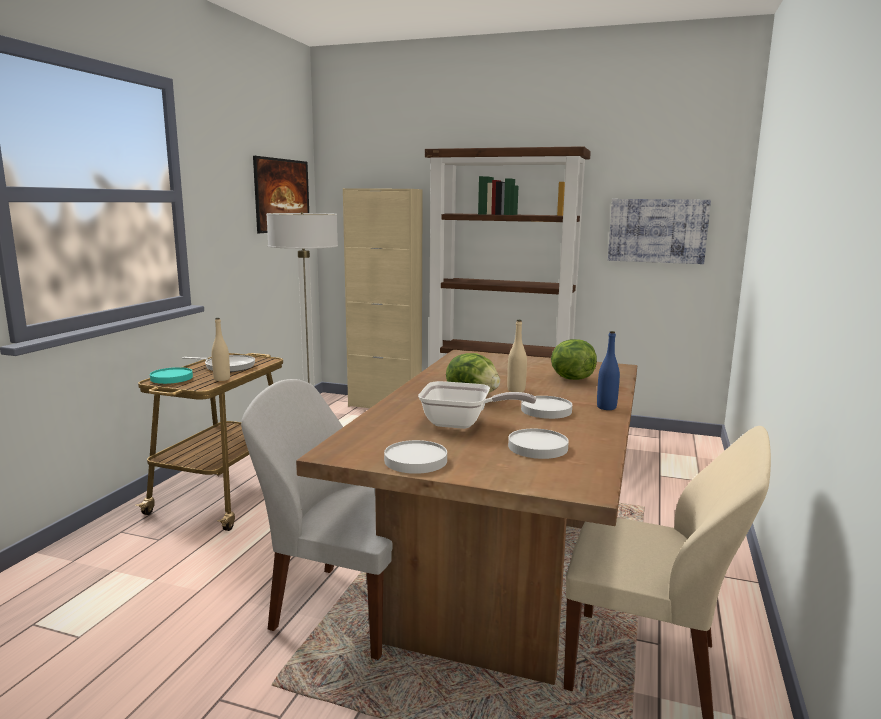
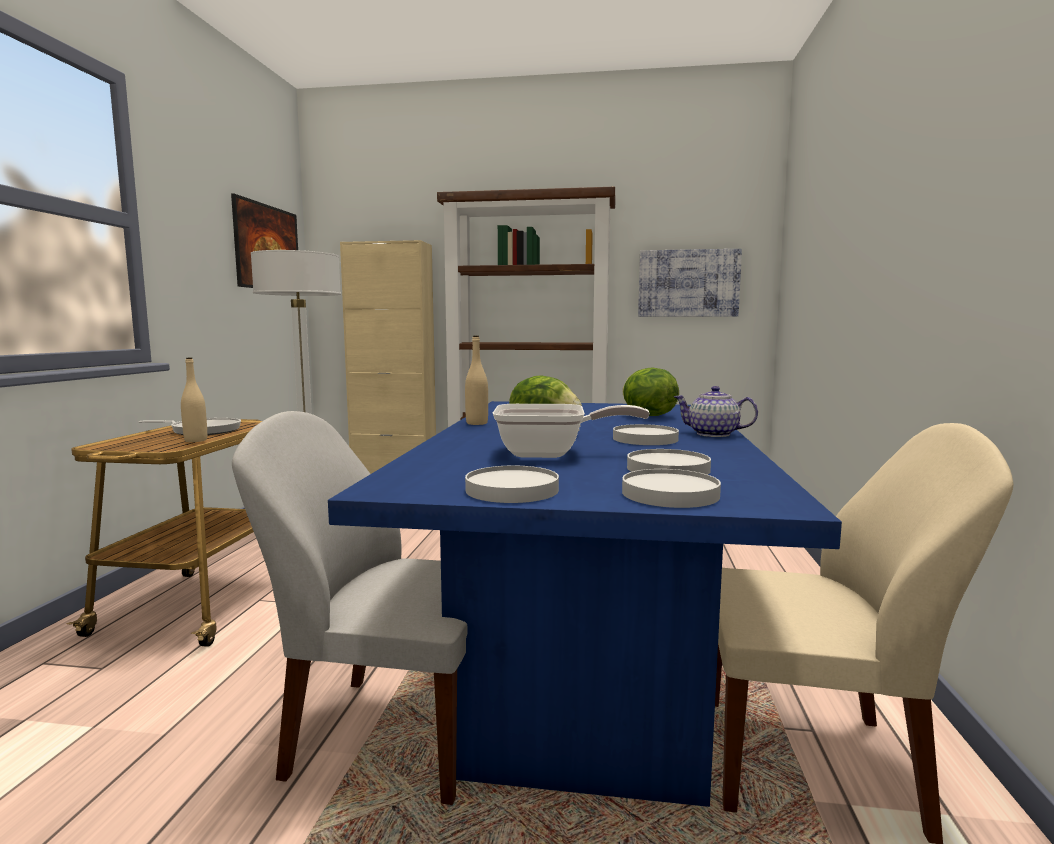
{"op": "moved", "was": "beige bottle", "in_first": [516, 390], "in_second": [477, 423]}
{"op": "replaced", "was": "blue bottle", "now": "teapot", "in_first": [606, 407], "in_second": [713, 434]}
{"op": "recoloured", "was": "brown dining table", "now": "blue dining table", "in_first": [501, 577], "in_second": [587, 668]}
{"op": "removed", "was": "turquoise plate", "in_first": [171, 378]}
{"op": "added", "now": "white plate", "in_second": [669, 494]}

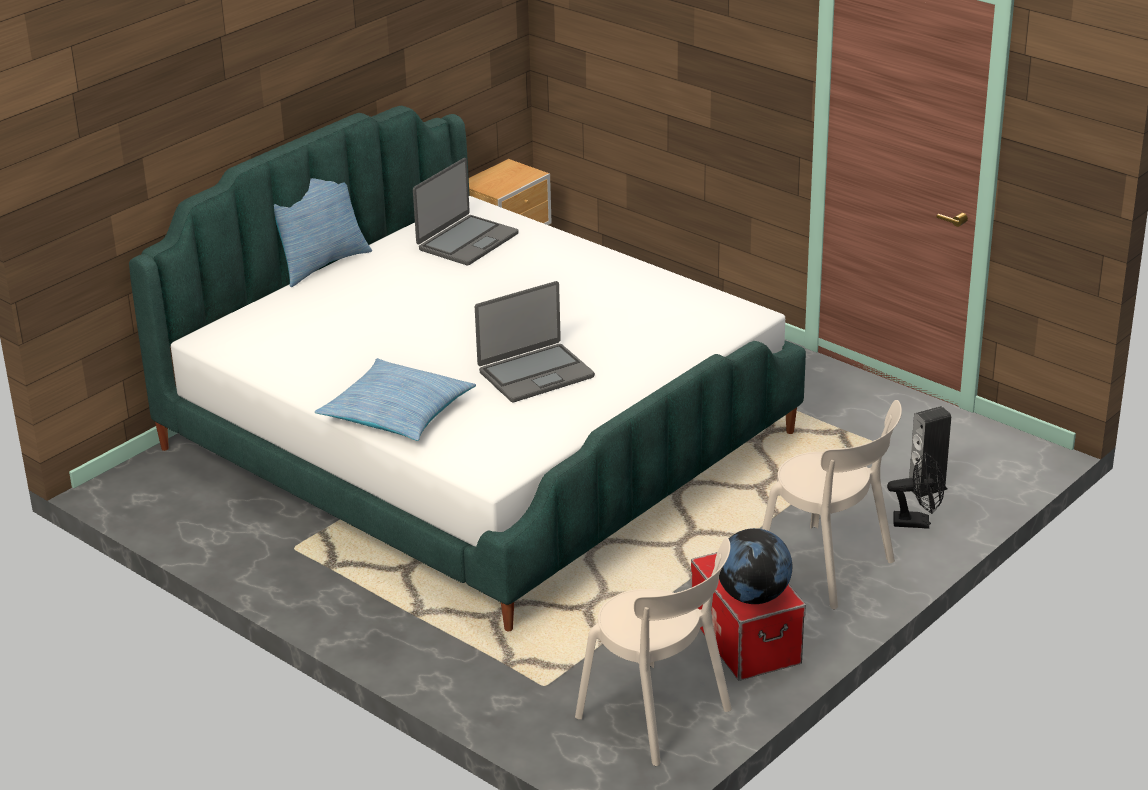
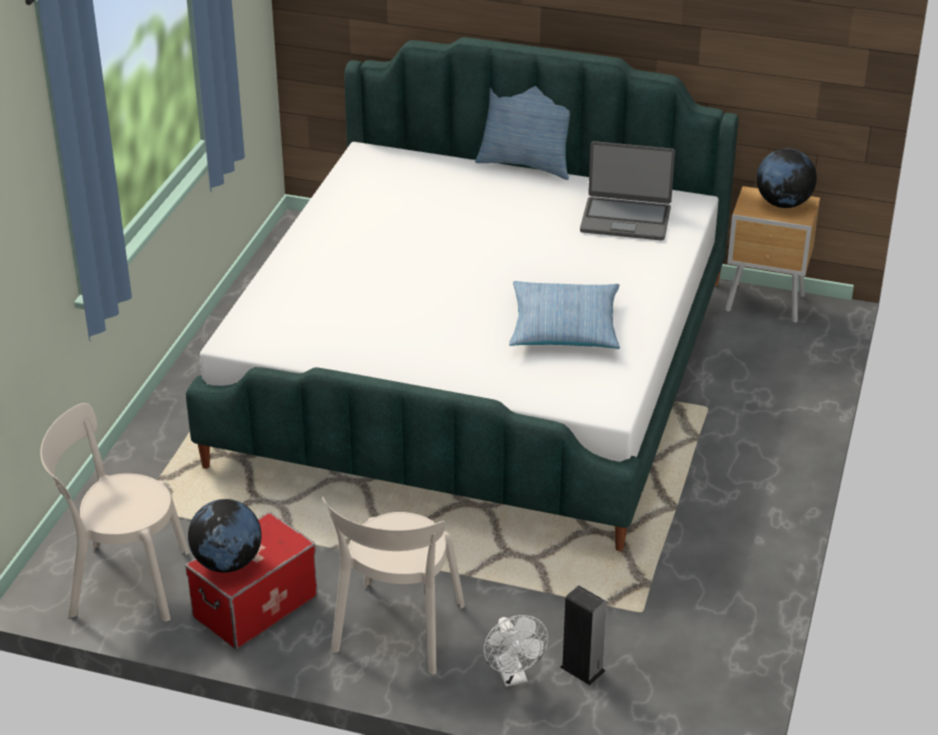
{"op": "removed", "was": "laptop", "in_first": [535, 374]}
{"op": "moved", "was": "pillow", "in_first": [397, 413], "in_second": [565, 327]}
{"op": "recoloured", "was": "black fan", "now": "white fan", "in_first": [917, 522], "in_second": [513, 676]}
{"op": "turned", "was": "beige chair", "in_first": [658, 717], "in_second": [123, 582], "clockwise": 75}
{"op": "added", "now": "globe", "in_second": [783, 203]}

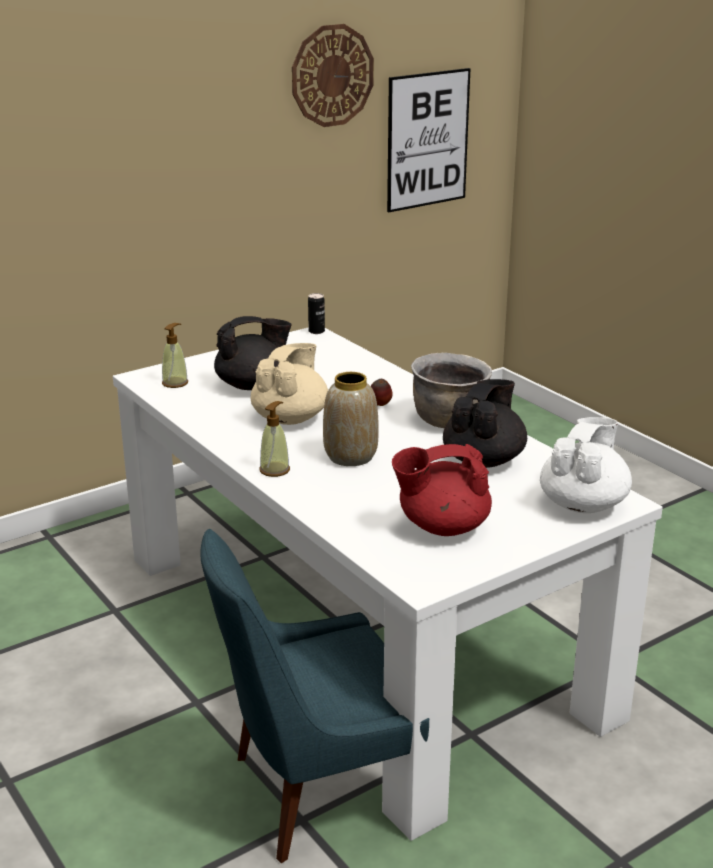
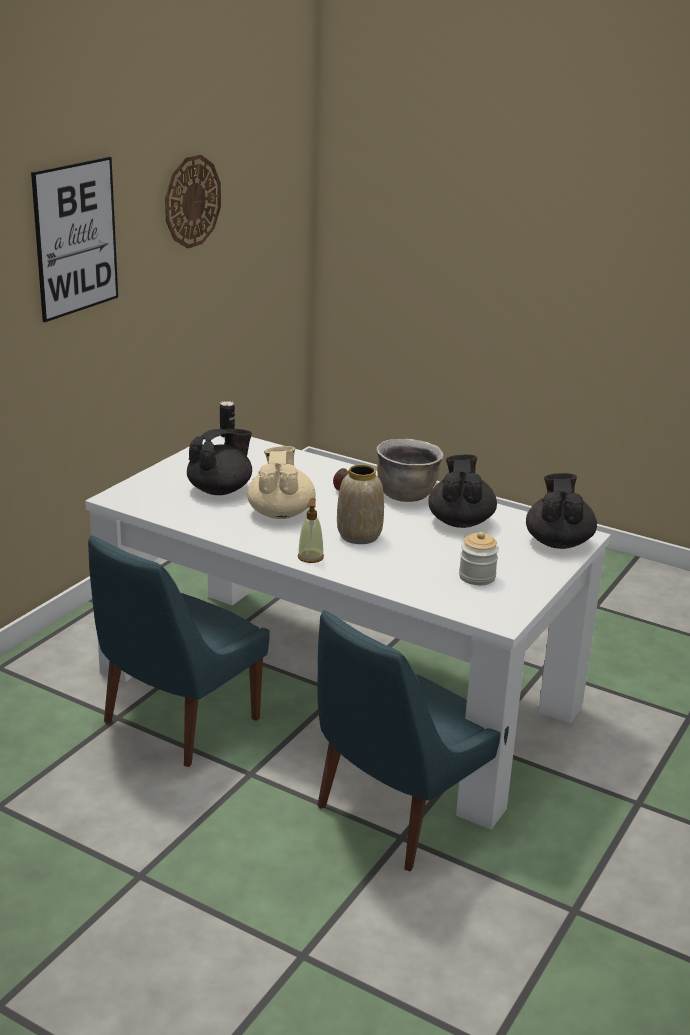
{"op": "moved", "was": "picture", "in_first": [427, 140], "in_second": [76, 238]}
{"op": "removed", "was": "soap dispenser", "in_first": [175, 383]}
{"op": "recoloured", "was": "white teapot", "now": "black teapot", "in_first": [583, 504], "in_second": [558, 542]}
{"op": "replaced", "was": "red teapot", "now": "jar", "in_first": [442, 527], "in_second": [477, 577]}
{"op": "added", "now": "blue chair", "in_second": [177, 723]}

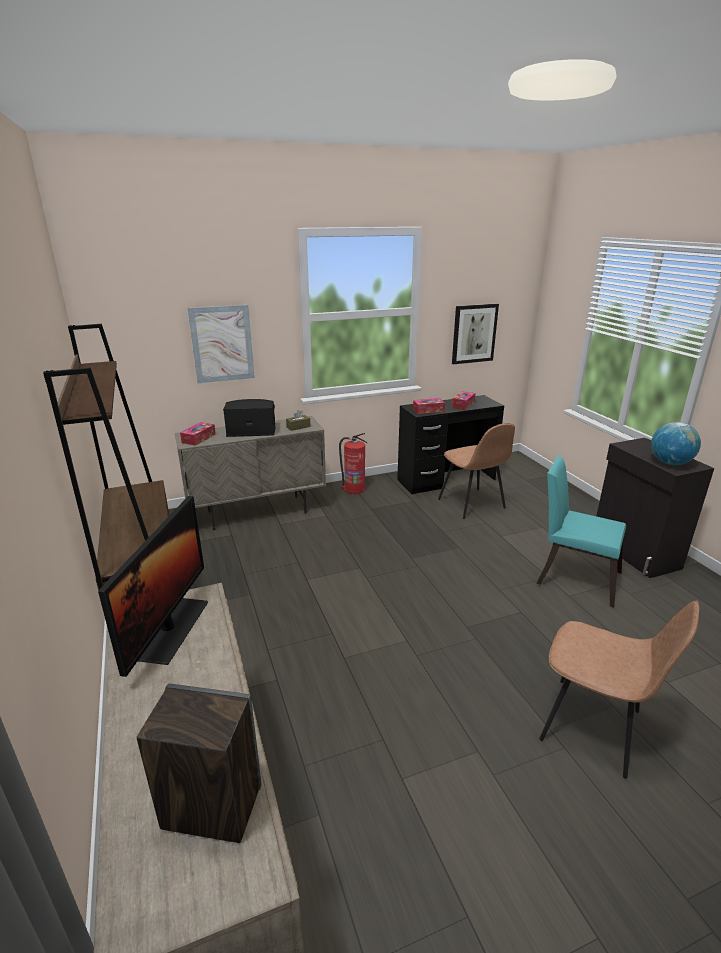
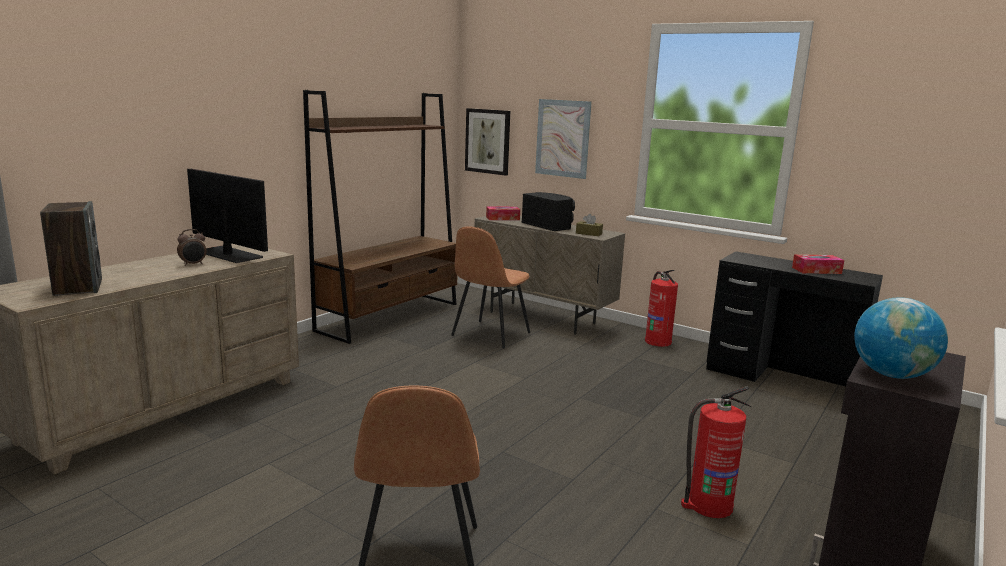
{"op": "moved", "was": "picture", "in_first": [474, 333], "in_second": [488, 141]}
{"op": "removed", "was": "tissue box", "in_first": [428, 410]}
{"op": "moved", "was": "brown chair", "in_first": [472, 504], "in_second": [489, 335]}
{"op": "replaced", "was": "turquoise chair", "now": "fire extinguisher", "in_first": [573, 576], "in_second": [708, 505]}
{"op": "turned", "was": "monitor", "in_first": [170, 629], "in_second": [229, 254], "clockwise": -120}
{"op": "added", "now": "alarm clock", "in_second": [193, 264]}

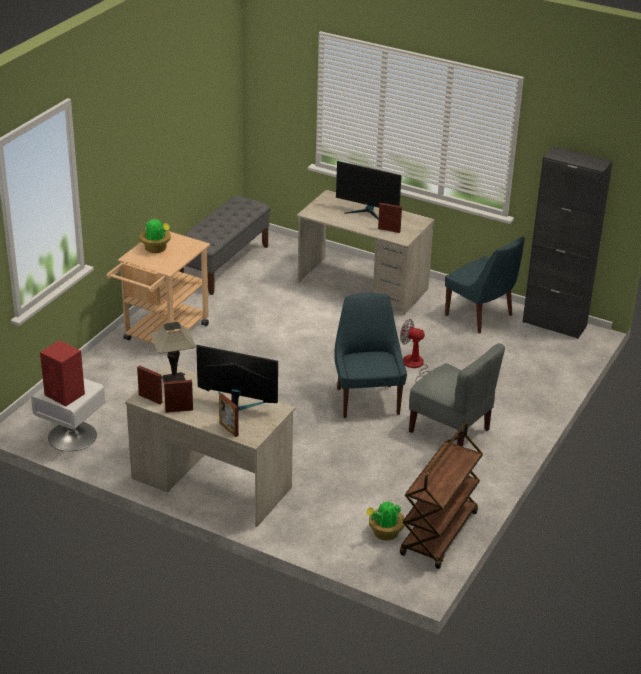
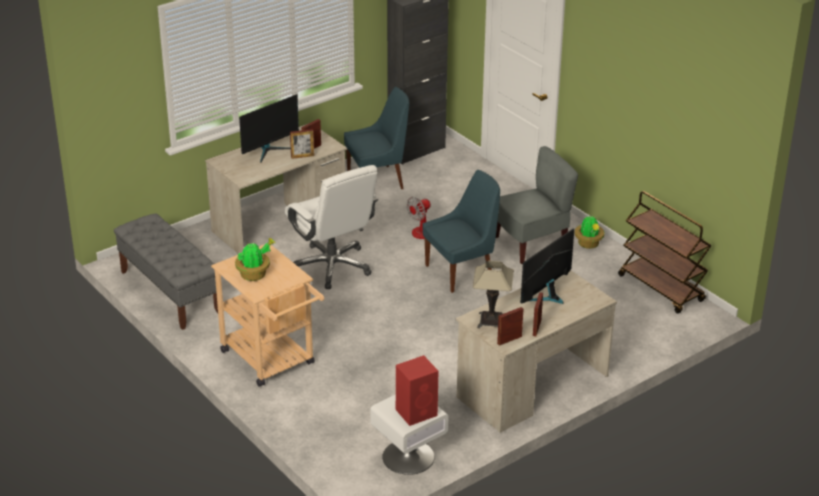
{"op": "turned", "was": "blue chair", "in_first": [367, 399], "in_second": [461, 272], "clockwise": 135}
{"op": "moved", "was": "picture frame", "in_first": [229, 429], "in_second": [302, 156]}
{"op": "moved", "was": "potted plant", "in_first": [384, 533], "in_second": [588, 244]}
{"op": "added", "now": "white office chair", "in_second": [332, 266]}

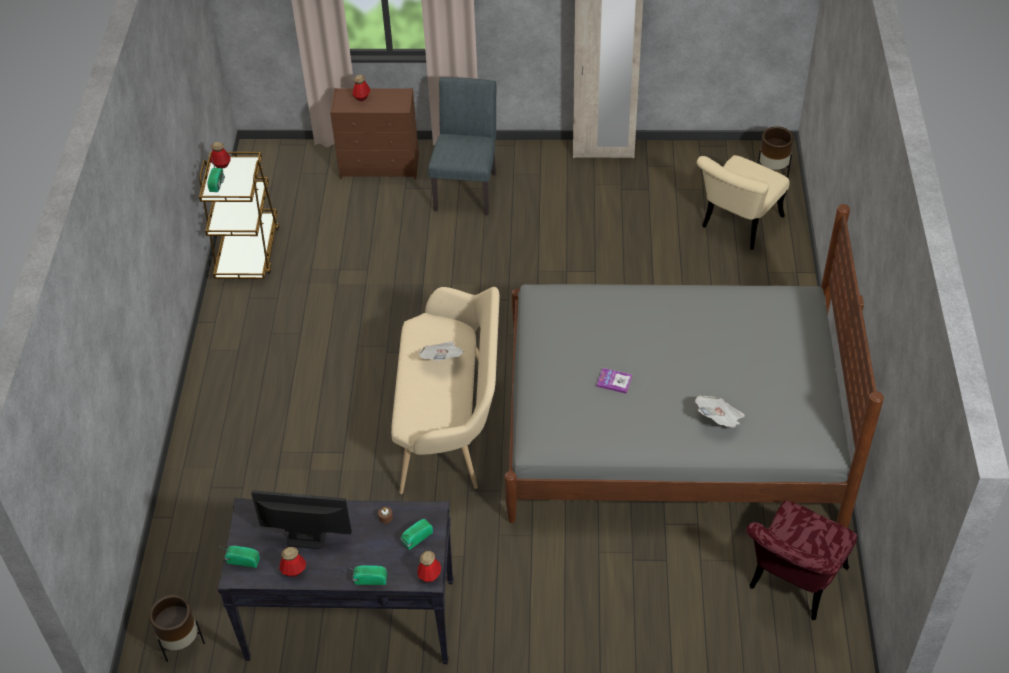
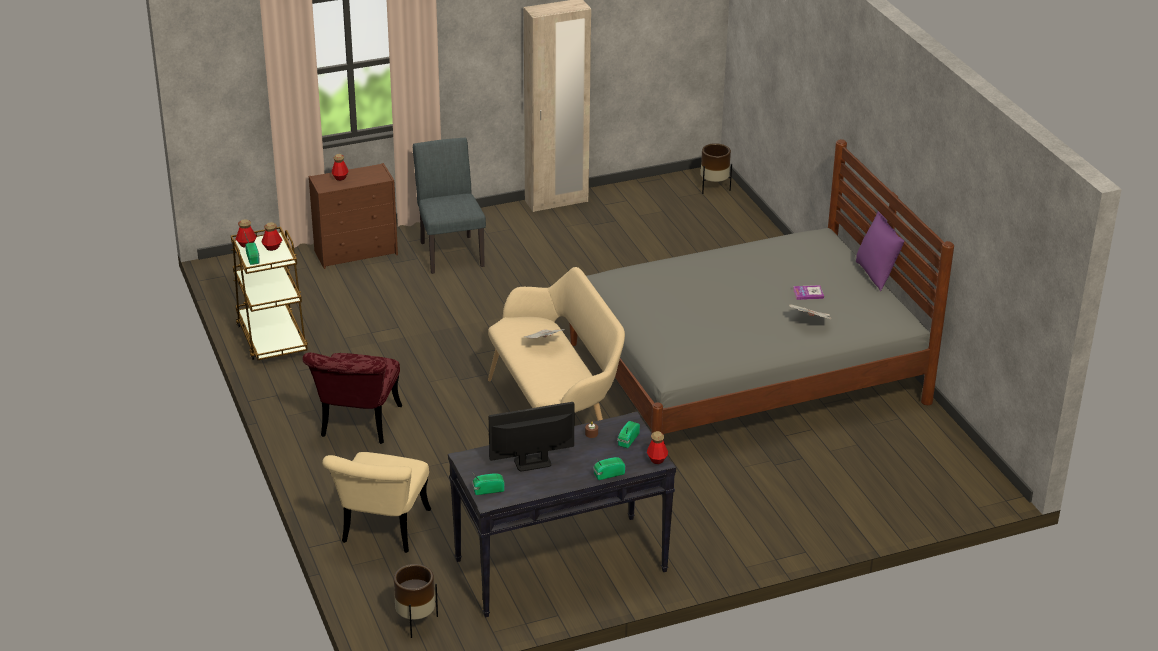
{"op": "moved", "was": "beige chair", "in_first": [737, 226], "in_second": [382, 532]}
{"op": "moved", "was": "book", "in_first": [614, 381], "in_second": [808, 293]}
{"op": "moved", "was": "red chair", "in_first": [792, 585], "in_second": [358, 427]}
{"op": "moved", "was": "bottle", "in_first": [294, 571], "in_second": [272, 247]}
{"op": "added", "now": "purple pillow", "in_second": [876, 275]}

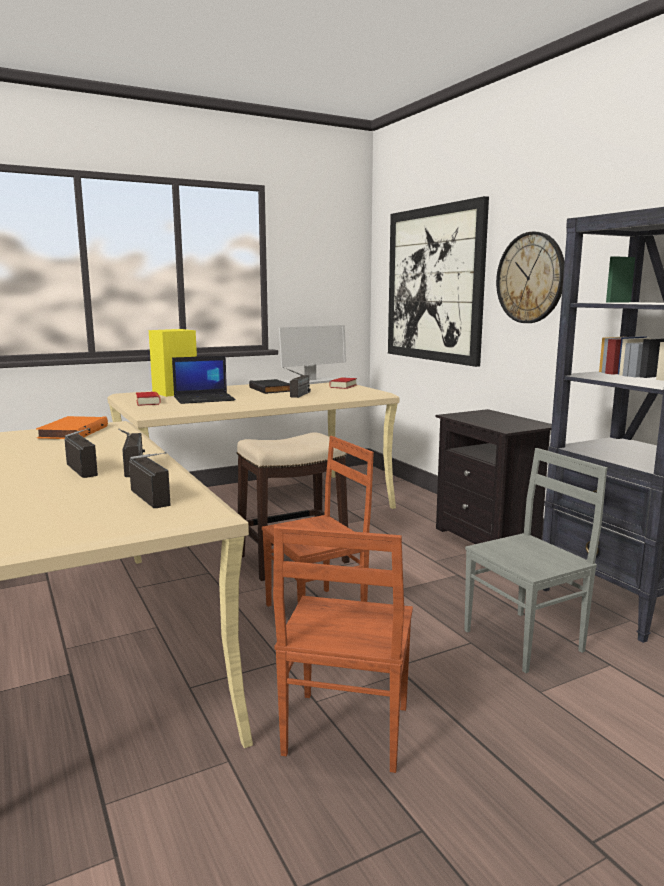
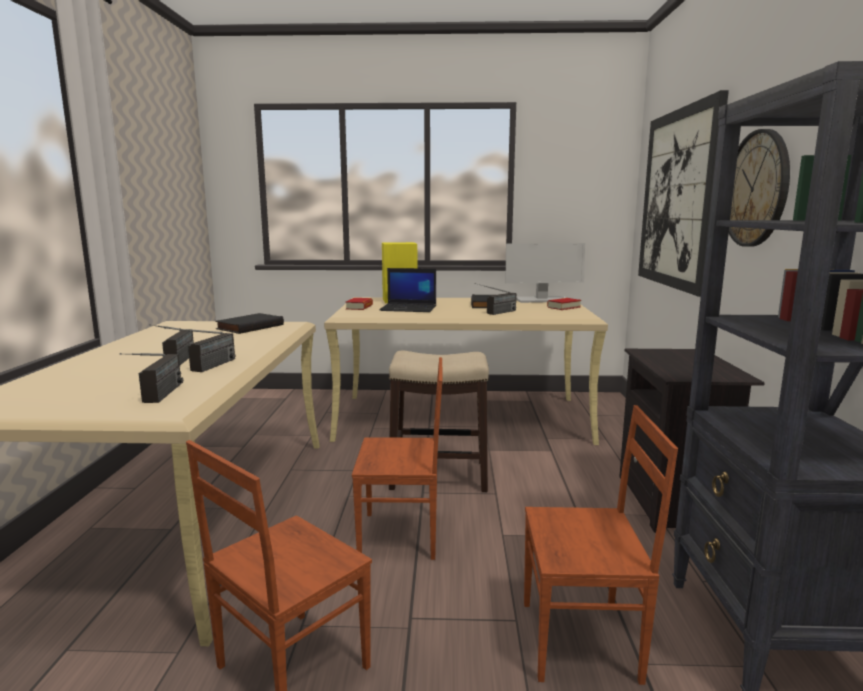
{"op": "recoloured", "was": "orange book", "now": "black book", "in_first": [72, 432], "in_second": [249, 327]}
{"op": "recoloured", "was": "grey chair", "now": "brown chair", "in_first": [525, 641], "in_second": [582, 642]}

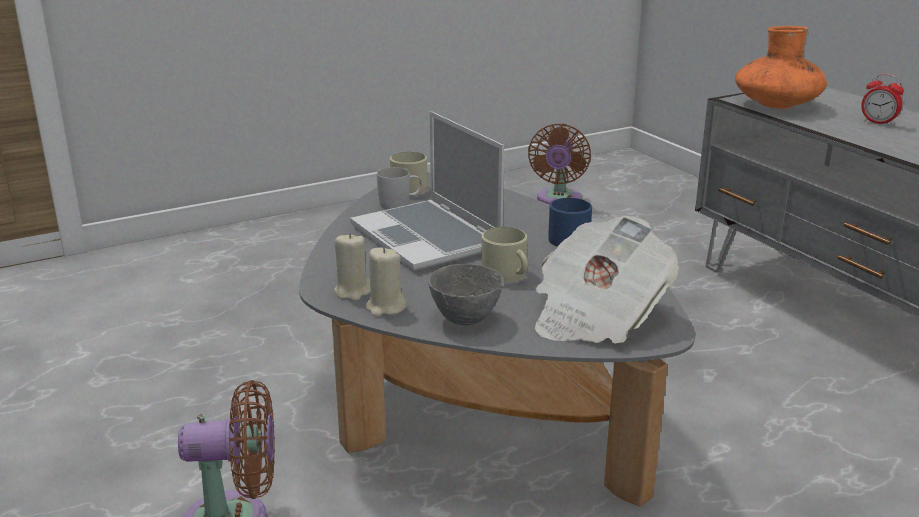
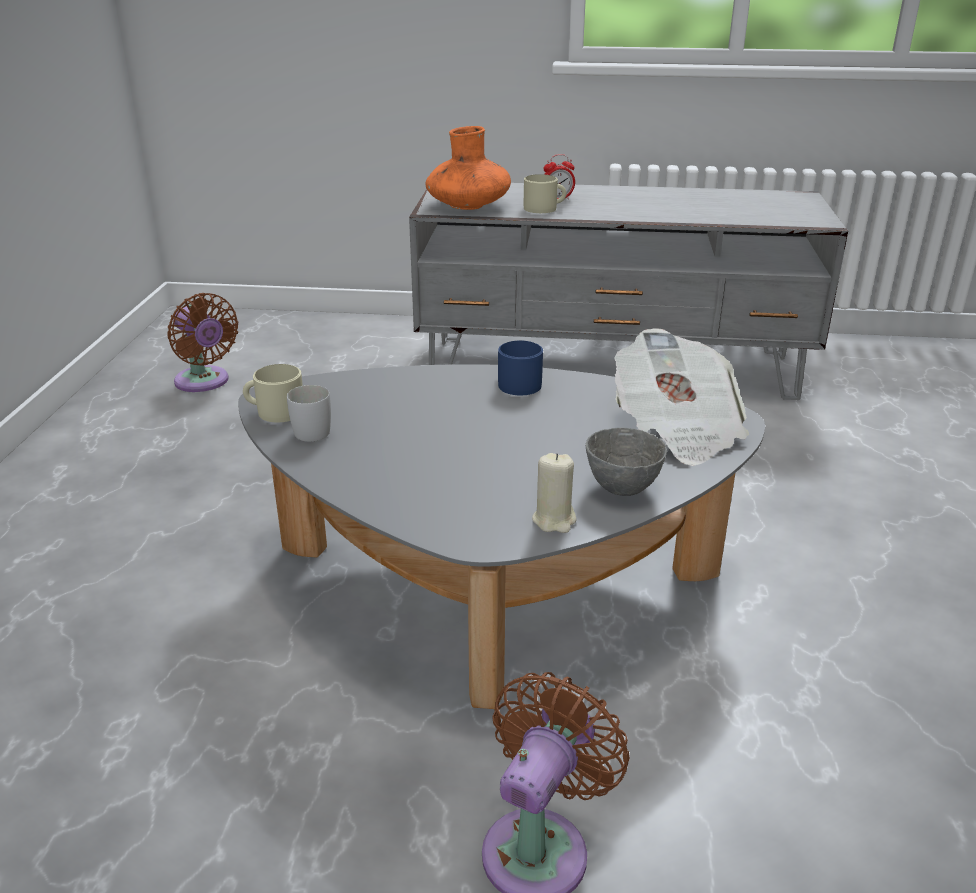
{"op": "removed", "was": "laptop", "in_first": [428, 238]}
{"op": "moved", "was": "beige mug", "in_first": [507, 274], "in_second": [544, 208]}
{"op": "removed", "was": "beige candle", "in_first": [353, 292]}

